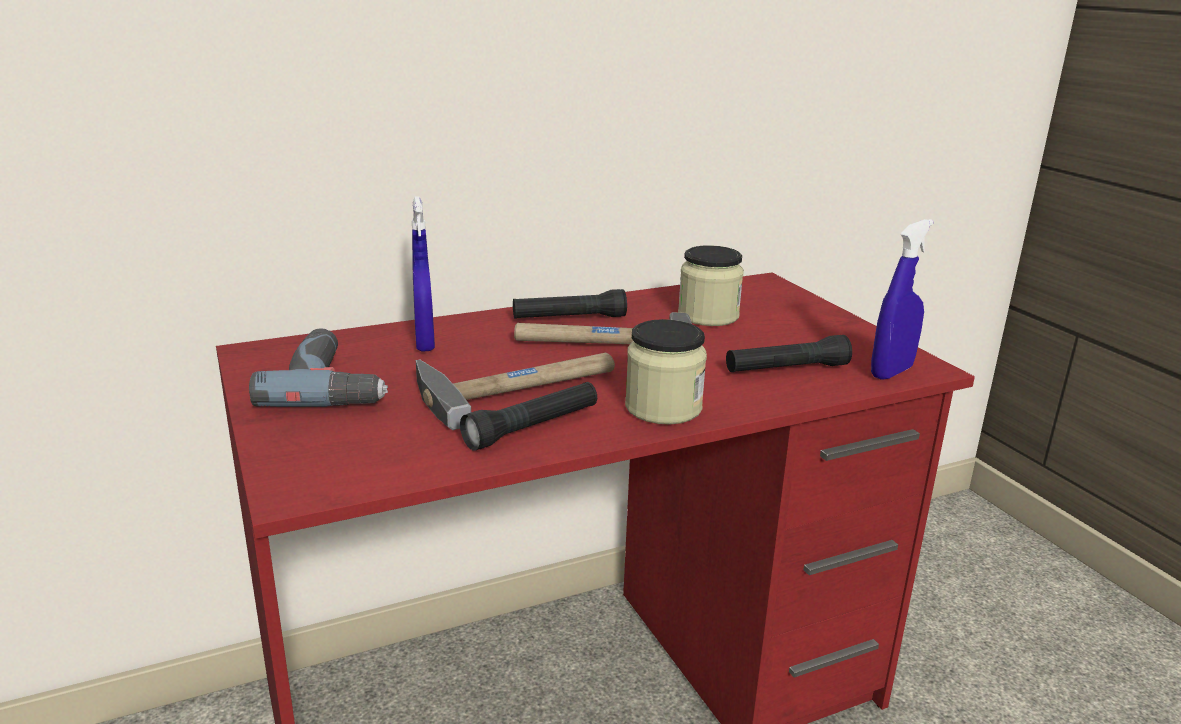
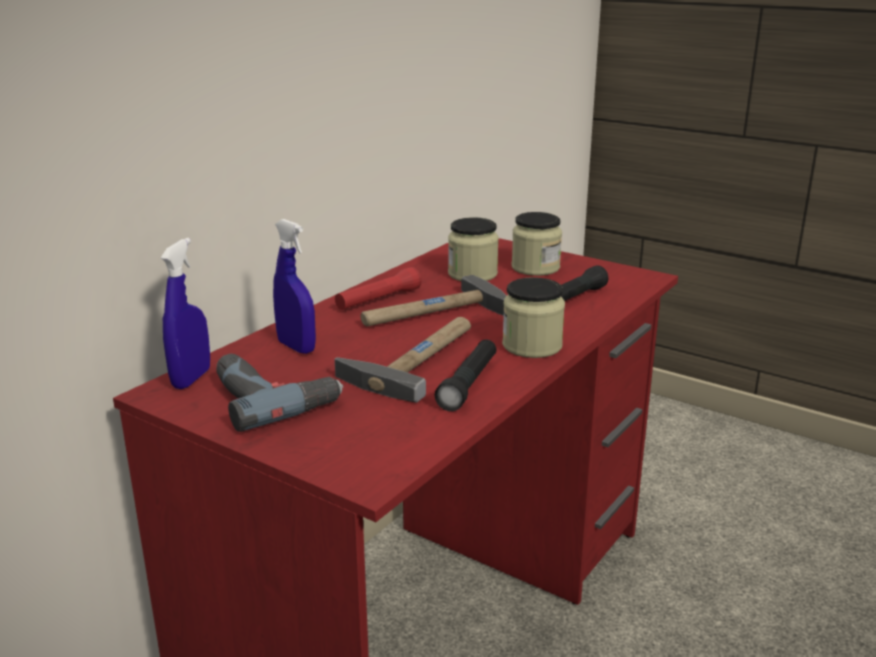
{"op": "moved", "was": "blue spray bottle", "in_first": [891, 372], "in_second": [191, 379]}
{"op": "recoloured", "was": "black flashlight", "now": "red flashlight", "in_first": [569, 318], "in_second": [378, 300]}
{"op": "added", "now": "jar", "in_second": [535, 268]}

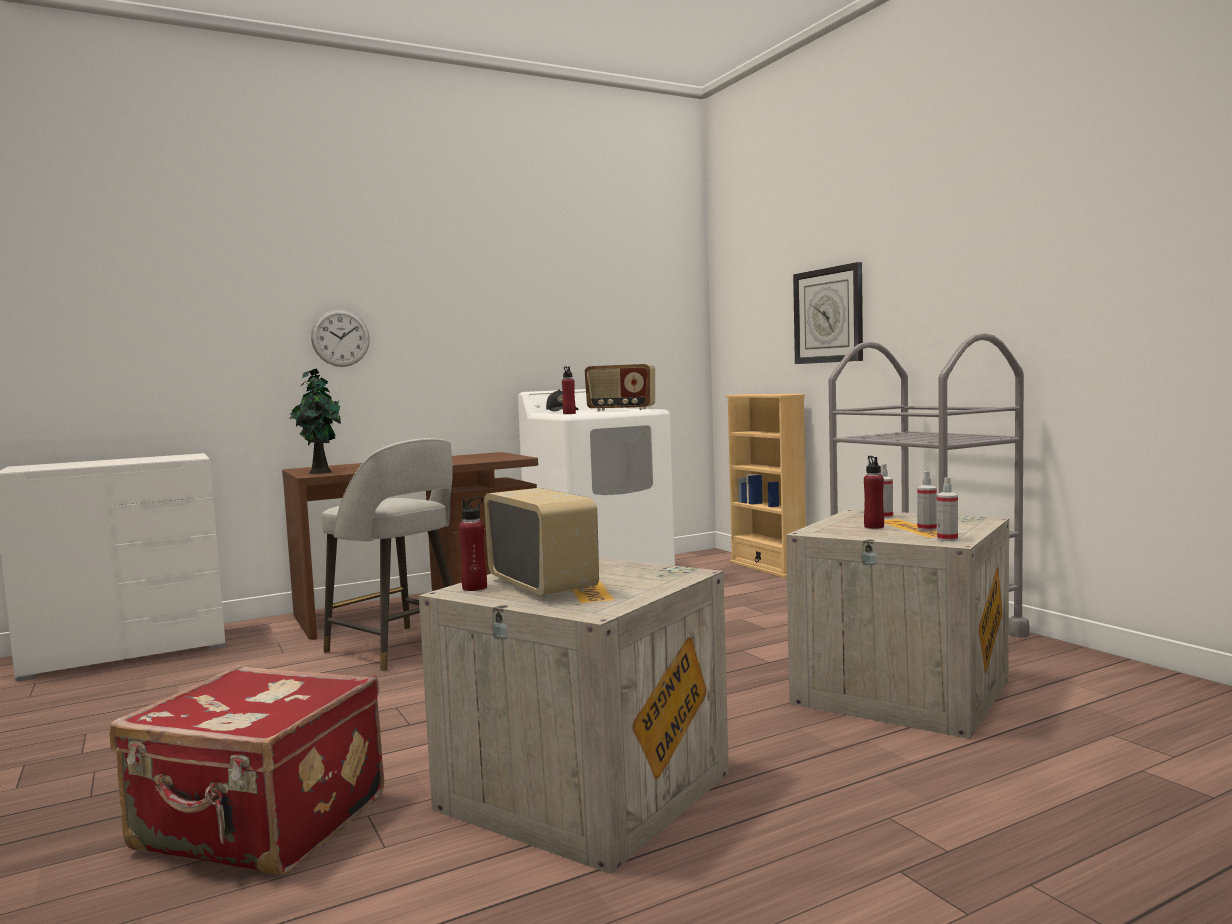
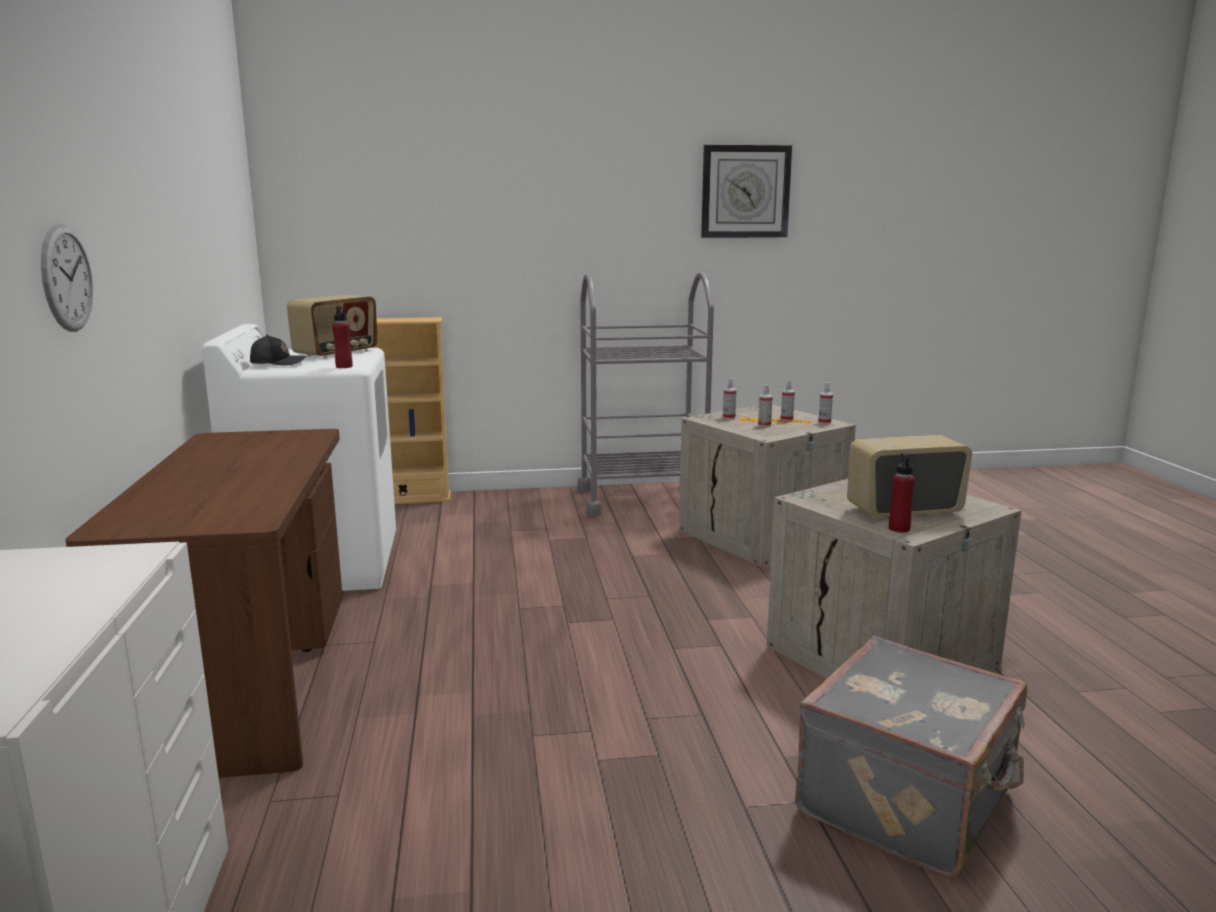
{"op": "moved", "was": "wall clock", "in_first": [828, 315], "in_second": [745, 192]}
{"op": "removed", "was": "potted plant", "in_first": [319, 472]}
{"op": "removed", "was": "grey stool", "in_first": [398, 649]}
{"op": "replaced", "was": "red bottle", "now": "spray bottle", "in_first": [874, 527], "in_second": [764, 425]}
{"op": "recoloured", "was": "red suitcase", "now": "grey suitcase", "in_first": [260, 826], "in_second": [909, 802]}

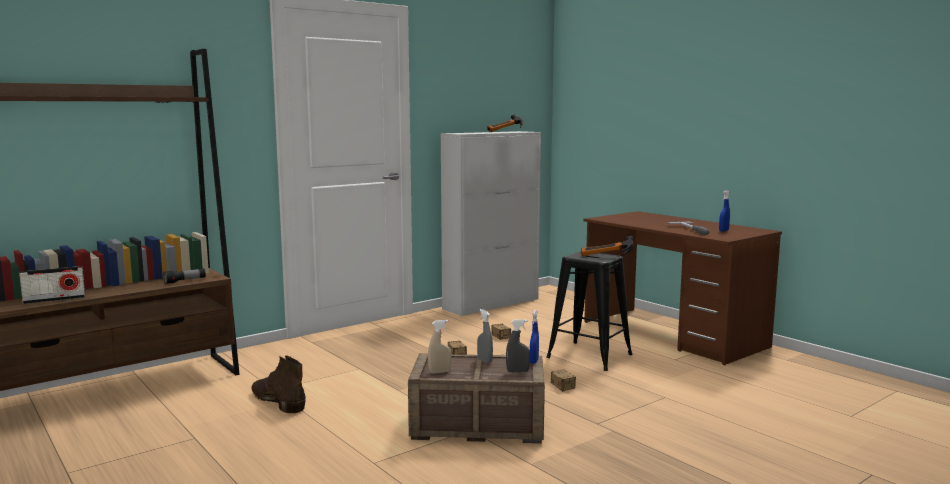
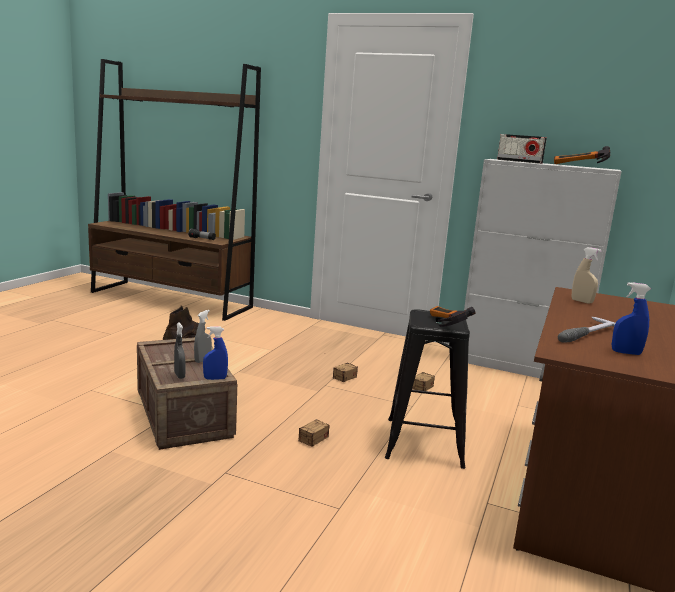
{"op": "moved", "was": "radio", "in_first": [54, 299], "in_second": [519, 161]}
{"op": "moved", "was": "beige spray bottle", "in_first": [439, 372], "in_second": [582, 301]}

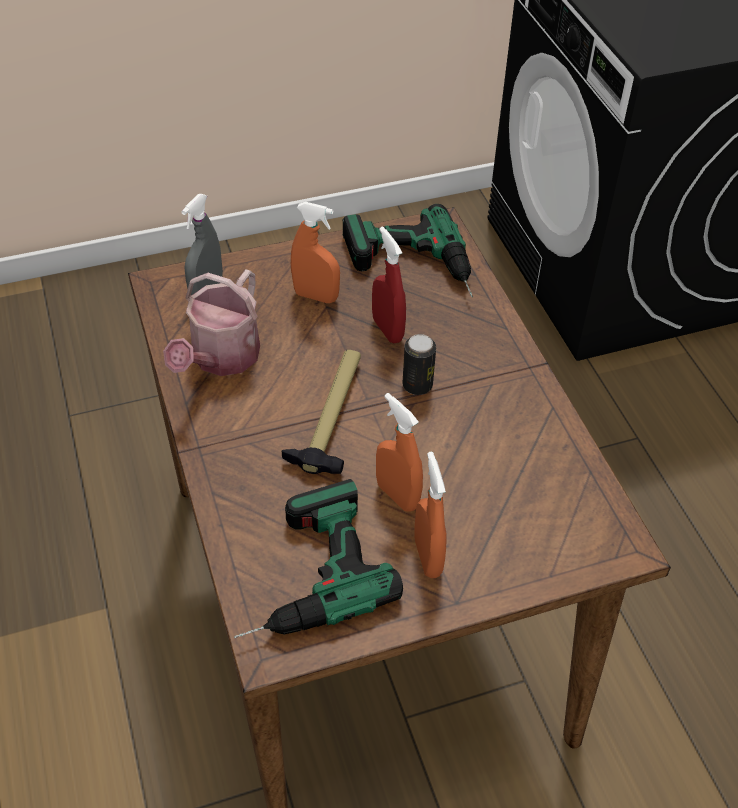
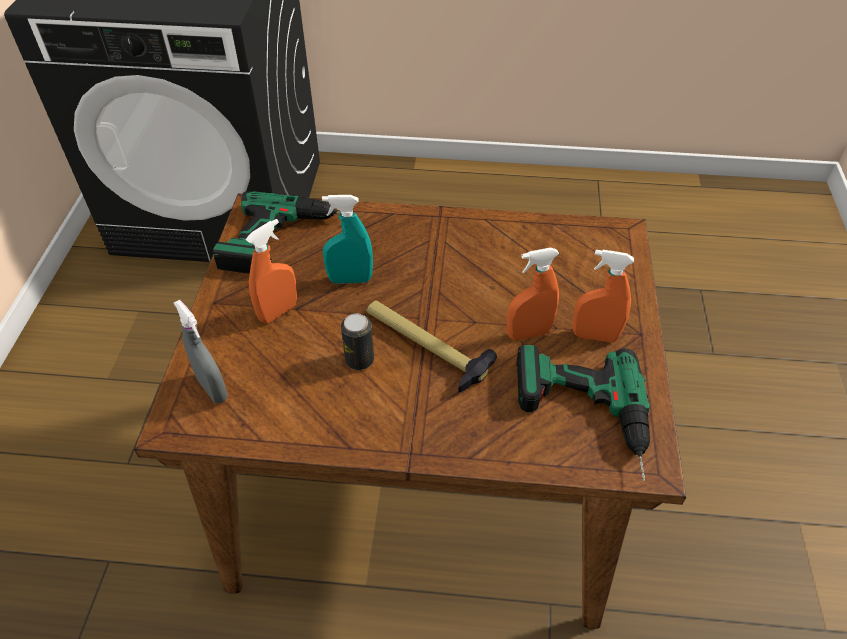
{"op": "recoloured", "was": "red spray bottle", "now": "turquoise spray bottle", "in_first": [387, 330], "in_second": [350, 279]}
{"op": "removed", "was": "watering can", "in_first": [221, 359]}
{"op": "moved", "was": "can", "in_first": [417, 385], "in_second": [359, 360]}

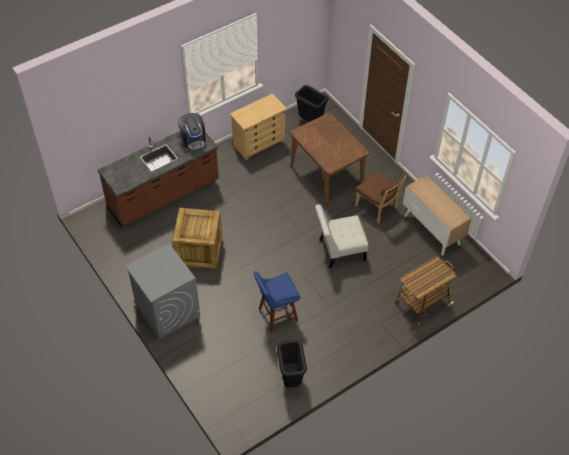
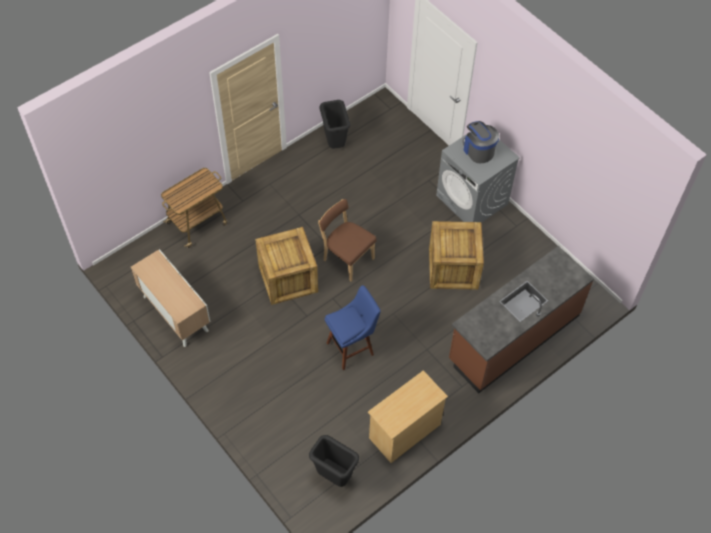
{"op": "removed", "was": "brown dining table", "in_first": [327, 175]}
{"op": "moved", "was": "coffee machine", "in_first": [193, 140], "in_second": [478, 150]}
{"op": "moved", "was": "brown chair", "in_first": [377, 208], "in_second": [346, 258]}
{"op": "replaced", "was": "white chair", "now": "crate", "in_first": [339, 250], "in_second": [289, 279]}
{"op": "moved", "was": "blue stool", "in_first": [276, 315], "in_second": [352, 347]}

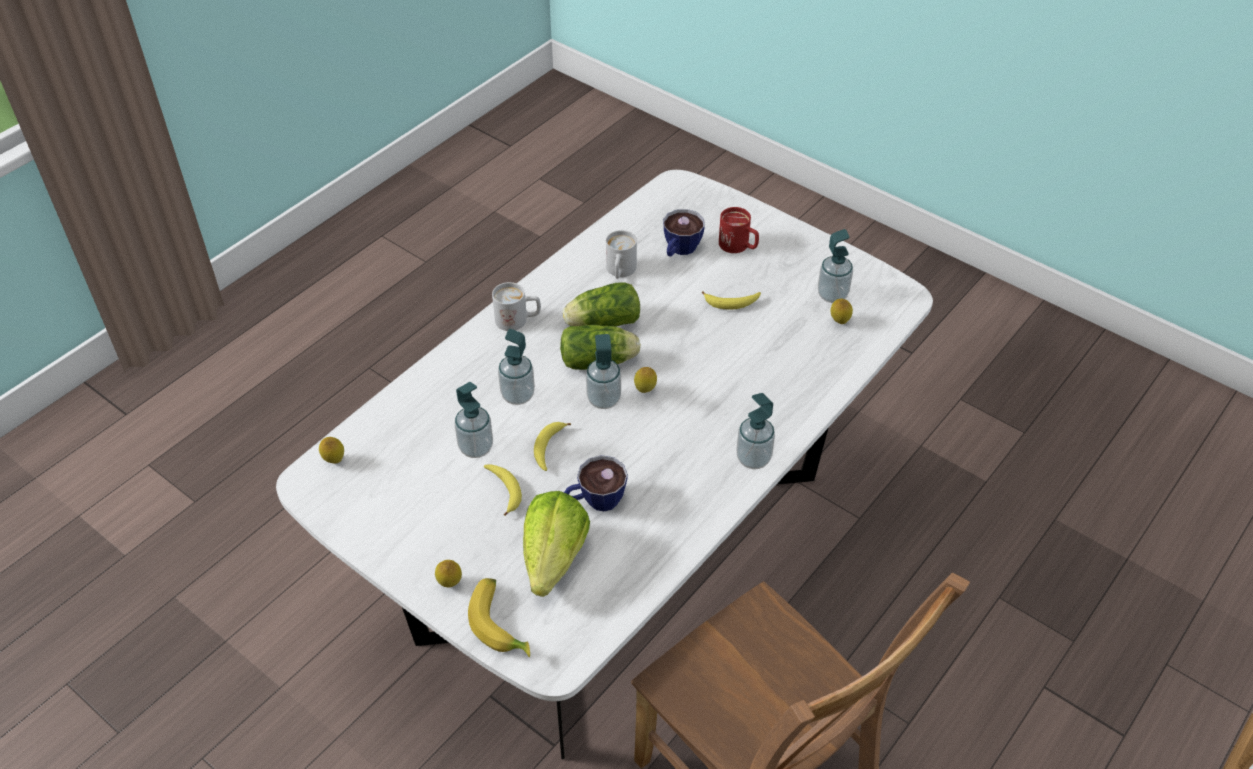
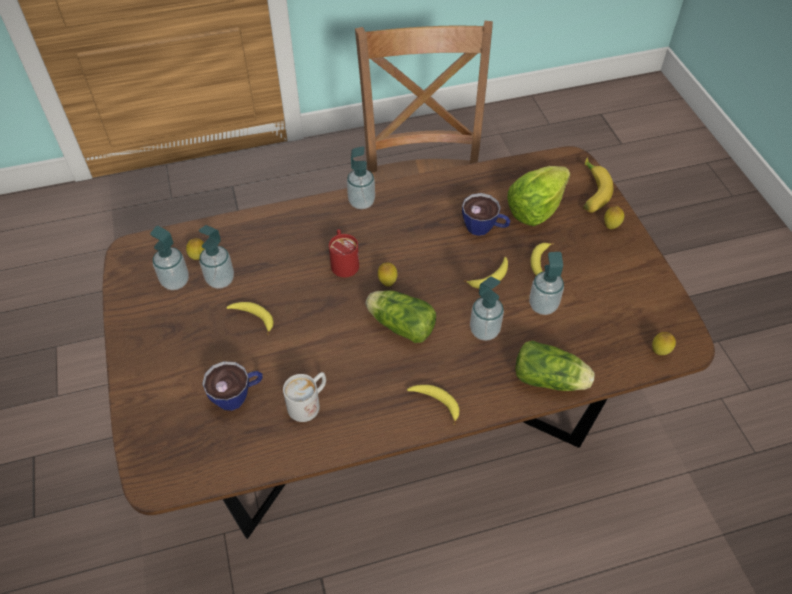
{"op": "recoloured", "was": "white dining table", "now": "brown dining table", "in_first": [626, 558], "in_second": [396, 422]}
{"op": "moved", "was": "red mug", "in_first": [739, 246], "in_second": [343, 261]}
{"op": "replaced", "was": "white mug", "now": "banana", "in_first": [518, 320], "in_second": [436, 402]}
{"op": "moved", "was": "lettuce", "in_first": [601, 323], "in_second": [551, 380]}
{"op": "moved", "was": "soap dispenser", "in_first": [604, 399], "in_second": [220, 280]}

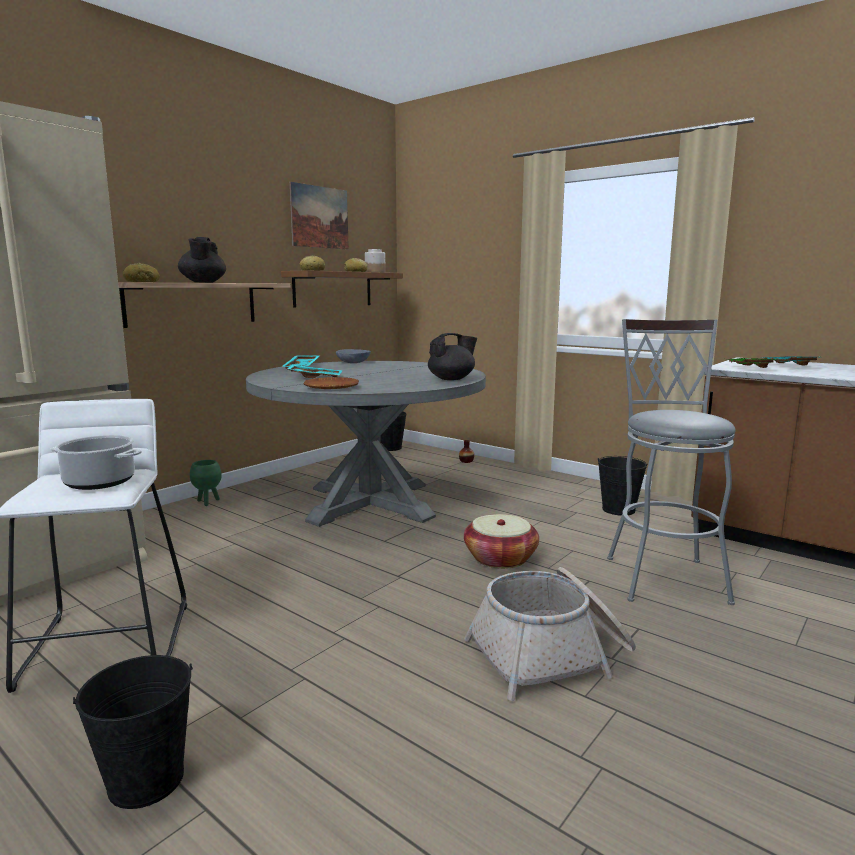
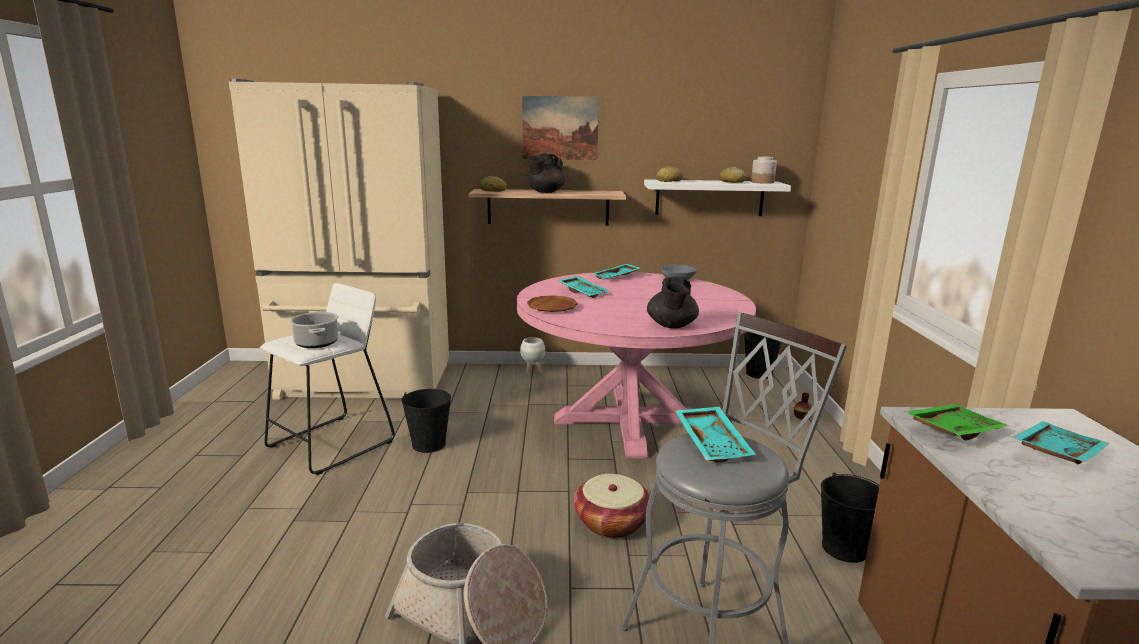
{"op": "moved", "was": "picture", "in_first": [320, 217], "in_second": [560, 128]}
{"op": "recoloured", "was": "brown shelf", "now": "white shelf", "in_first": [333, 289], "in_second": [709, 198]}
{"op": "turned", "was": "black teapot", "in_first": [452, 379], "in_second": [671, 326], "clockwise": 75}
{"op": "recoloured", "was": "grey dining table", "now": "pink dining table", "in_first": [370, 502], "in_second": [628, 421]}
{"op": "recoloured", "was": "green planter", "now": "white planter", "in_first": [207, 502], "in_second": [532, 372]}
{"op": "moved", "was": "black bucket", "in_first": [146, 780], "in_second": [429, 444]}
{"op": "added", "now": "turquoise tray", "in_second": [713, 443]}

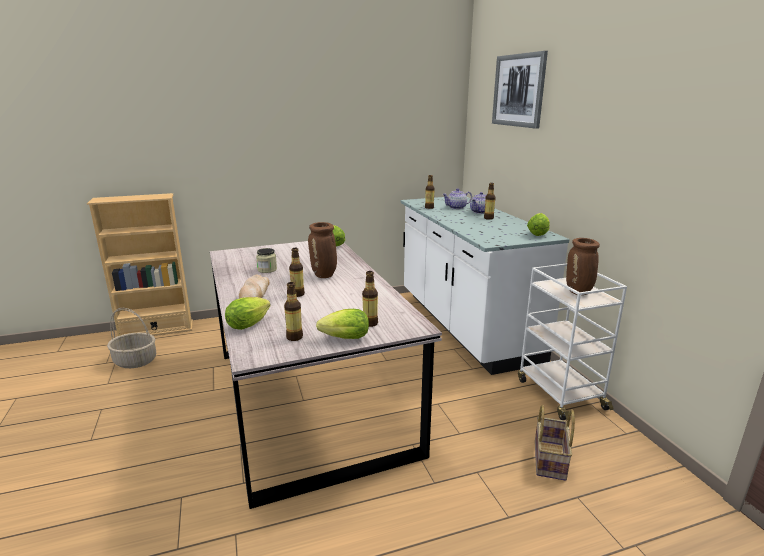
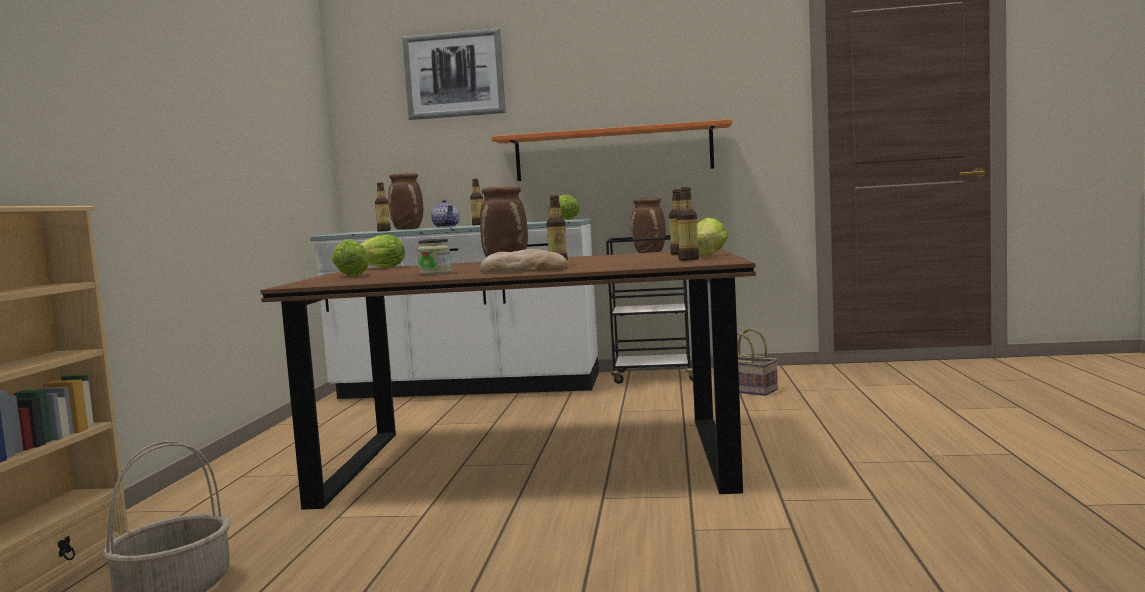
{"op": "replaced", "was": "teapot", "now": "brown vase", "in_first": [457, 207], "in_second": [408, 229]}
{"op": "recoloured", "was": "grey dining table", "now": "brown dining table", "in_first": [311, 397], "in_second": [533, 459]}
{"op": "recoloured", "was": "white cart", "now": "black cart", "in_first": [559, 393], "in_second": [653, 376]}
{"op": "moved", "was": "lettuce", "in_first": [250, 324], "in_second": [349, 276]}
{"op": "added", "now": "orange shelf", "in_second": [613, 153]}

